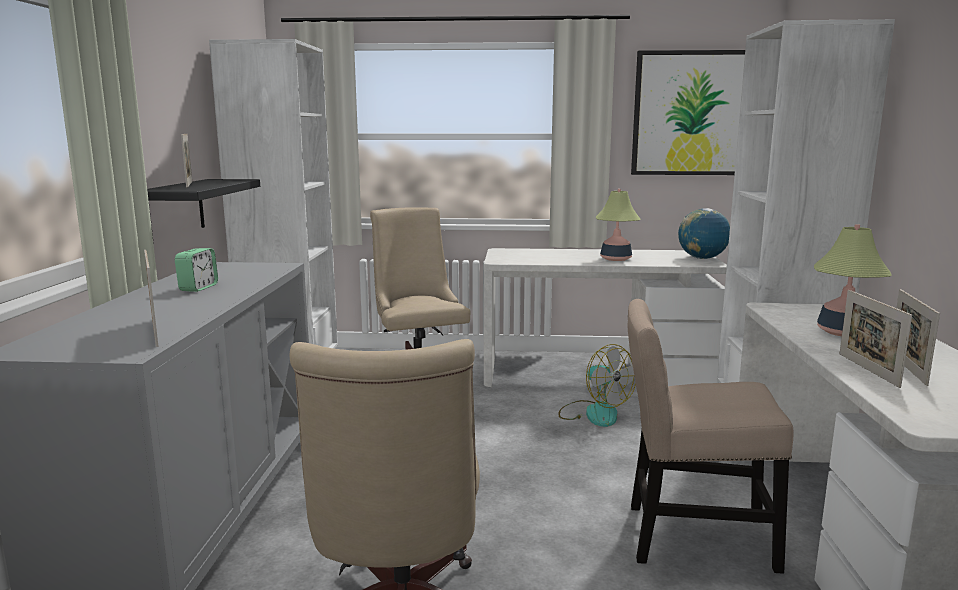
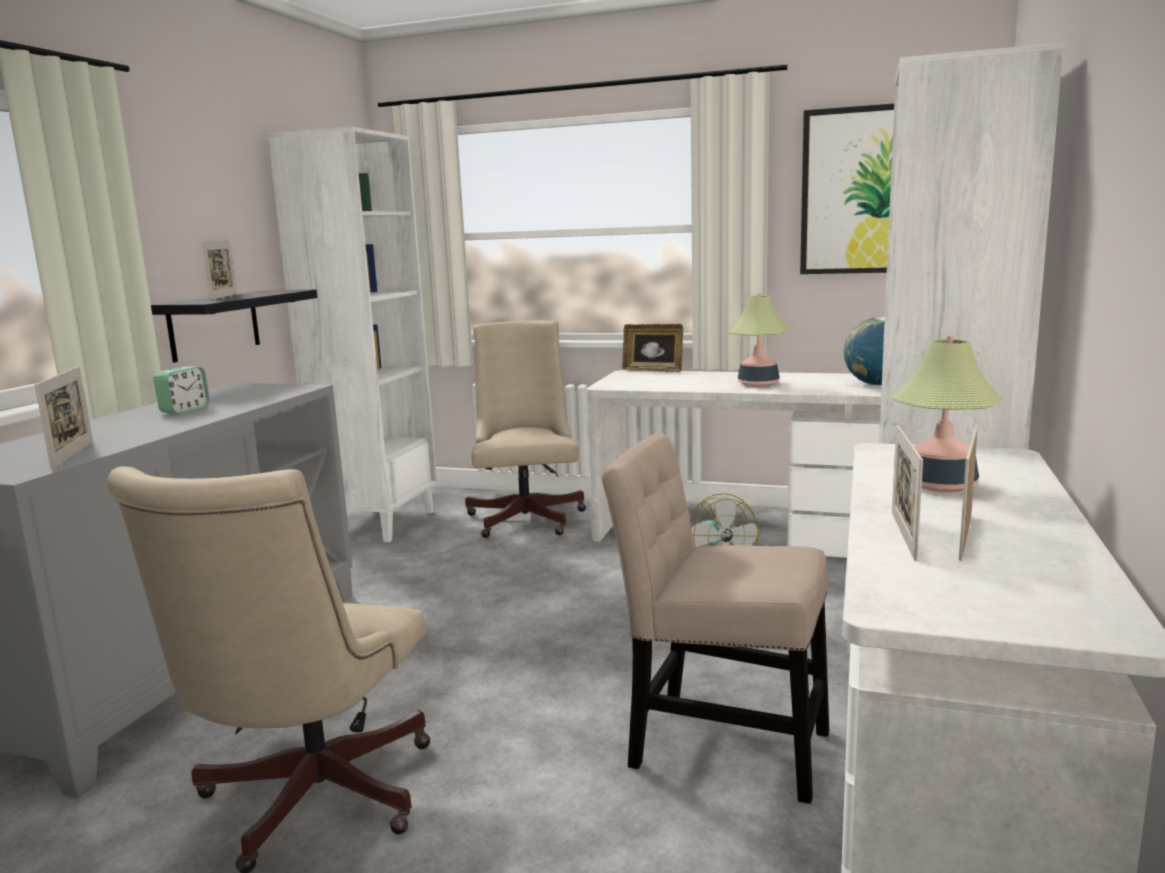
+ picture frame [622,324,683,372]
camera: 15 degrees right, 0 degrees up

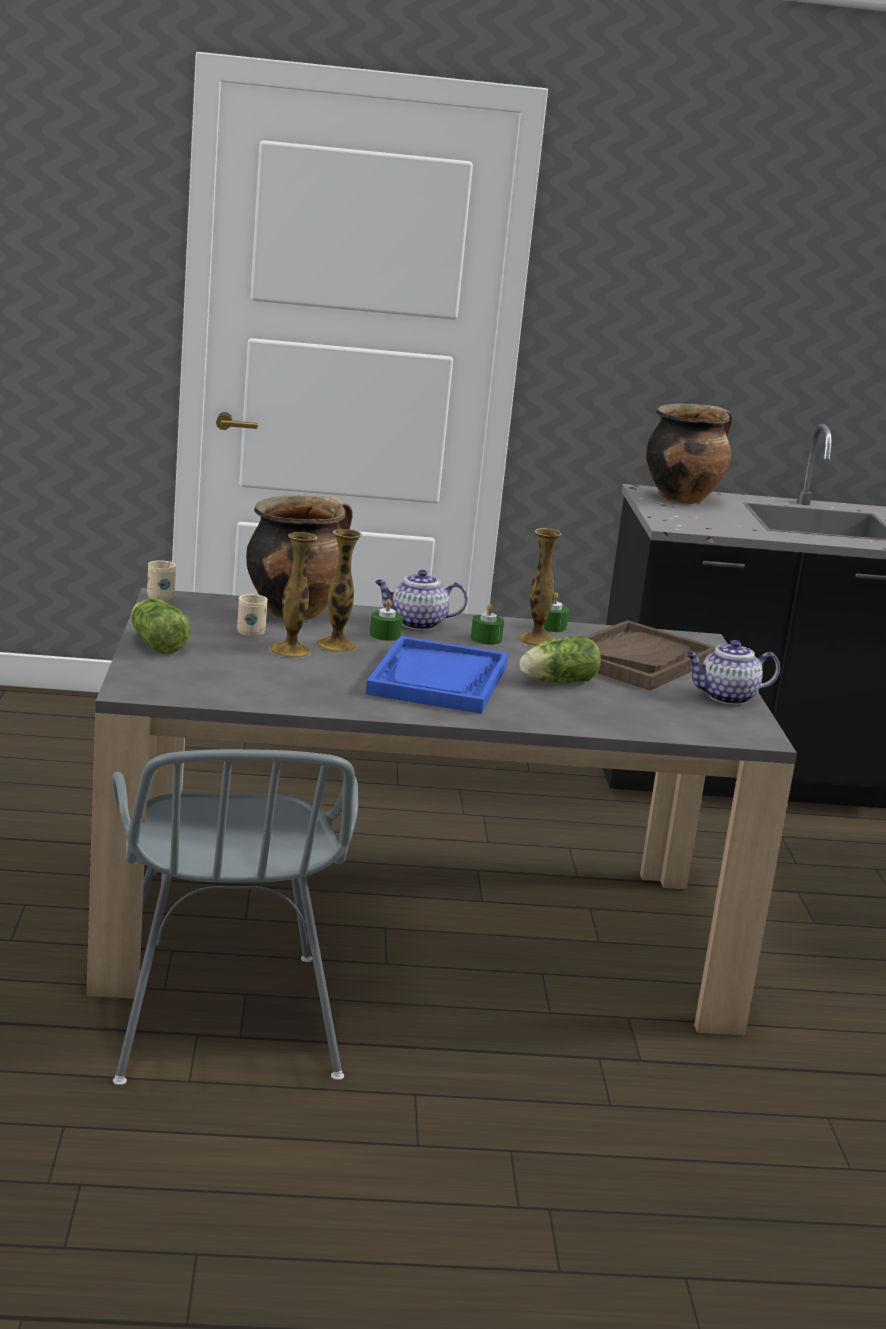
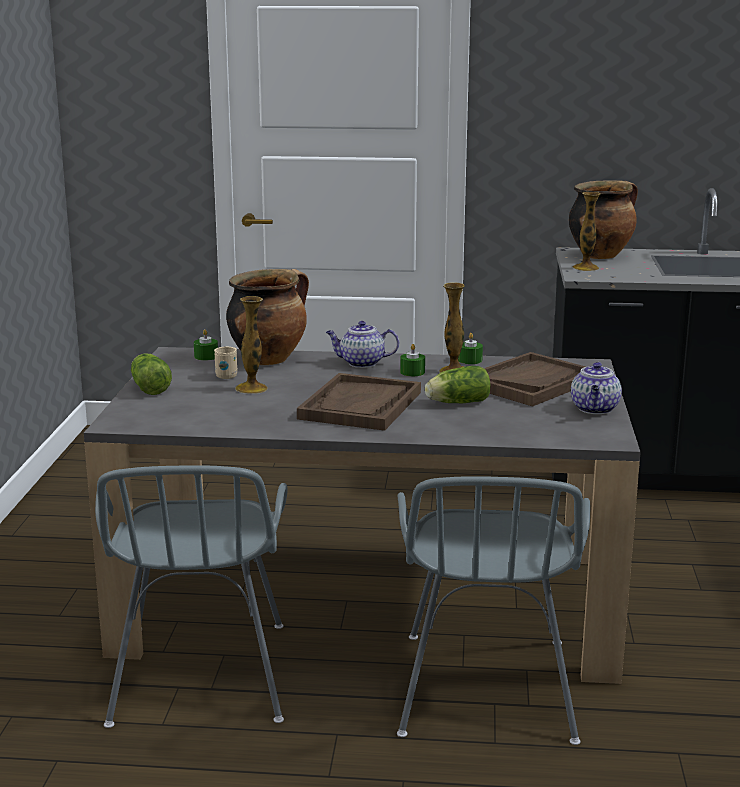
- beige coffee mug [147,560,176,601]
~ flower vase [316,529,362,653] to [573,192,601,271]
~ blue carrying tray [366,636,508,714] to brownish carrying tray [297,373,421,431]
~ green-coloured wax candle [370,599,403,641] to [194,329,218,361]
~ pot for tea [686,640,780,705] = [571,362,622,414] 75 degrees counterclockwise
+ gray chair [397,476,590,745]
camera: 10 degrees right, 0 degrees up

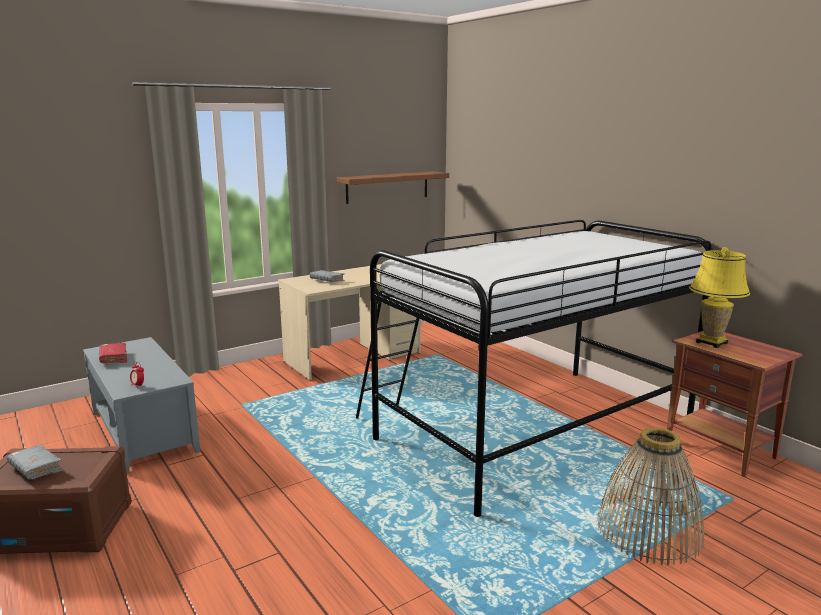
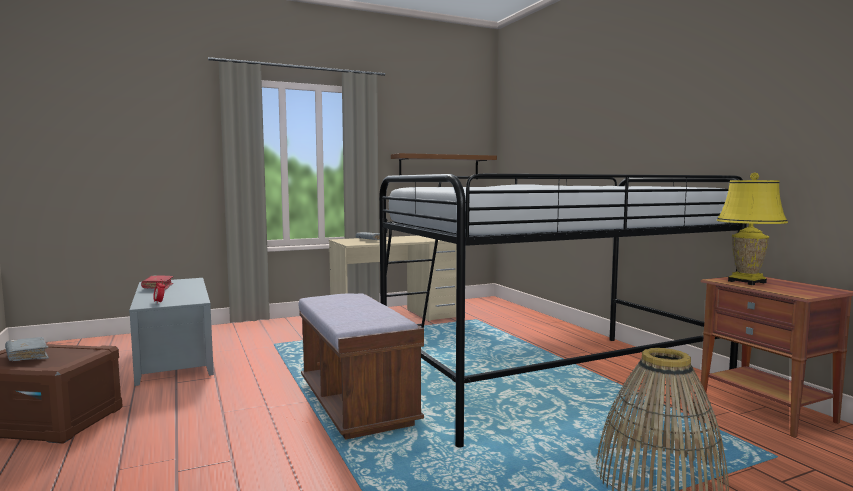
+ brownish bench [299,294,424,440]
camera: 10 degrees right, 10 degrees down

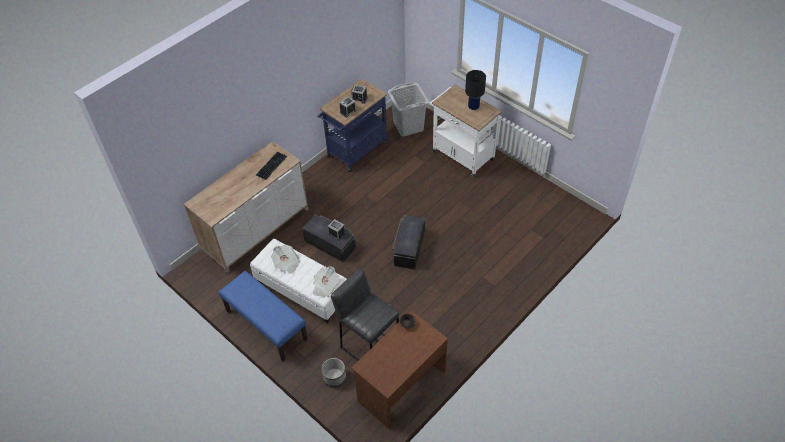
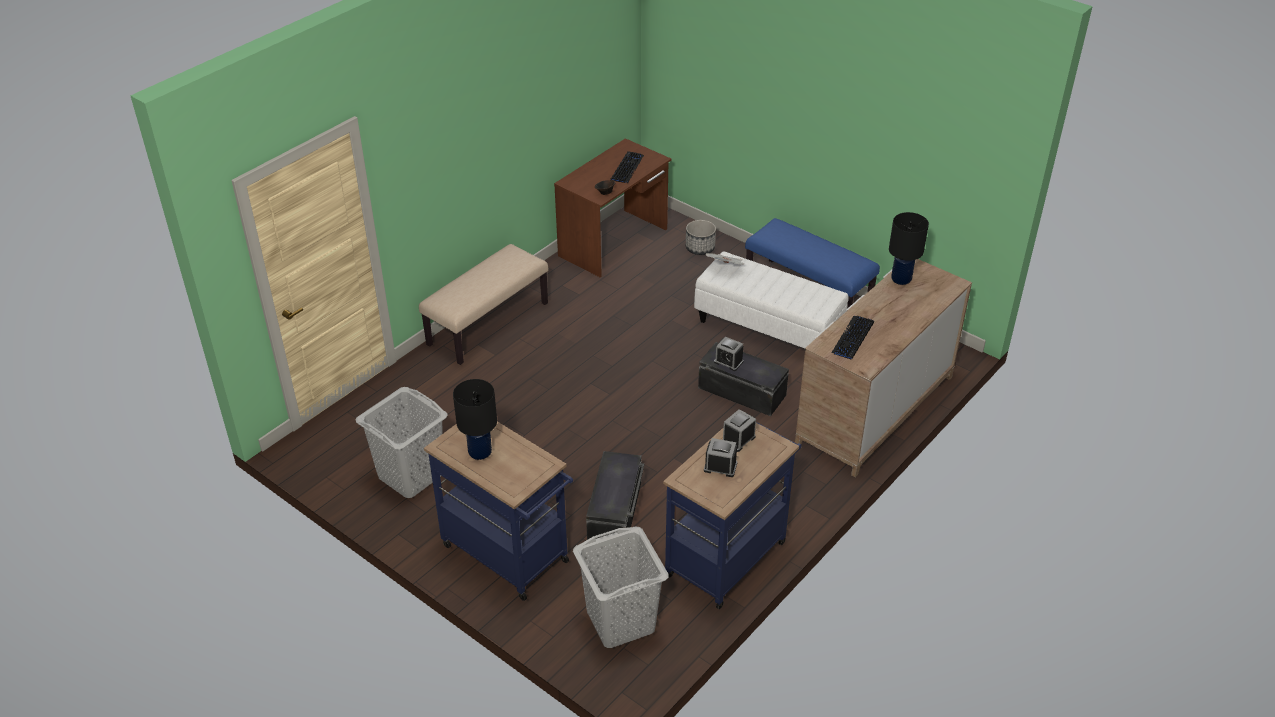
- printed paper [271,245,300,274]
- gray stool seat [331,268,399,361]
~ black storage box [392,215,425,270] to [586,451,644,540]
~ white cart [429,85,502,177] to blue cart [424,421,573,601]
+ gray washing basket [356,387,448,498]
+ beige bench [419,244,548,365]
+ computer keyboard [610,151,644,183]
+ black table lamp [889,212,929,285]
camera: 175 degrees right, 10 degrees down

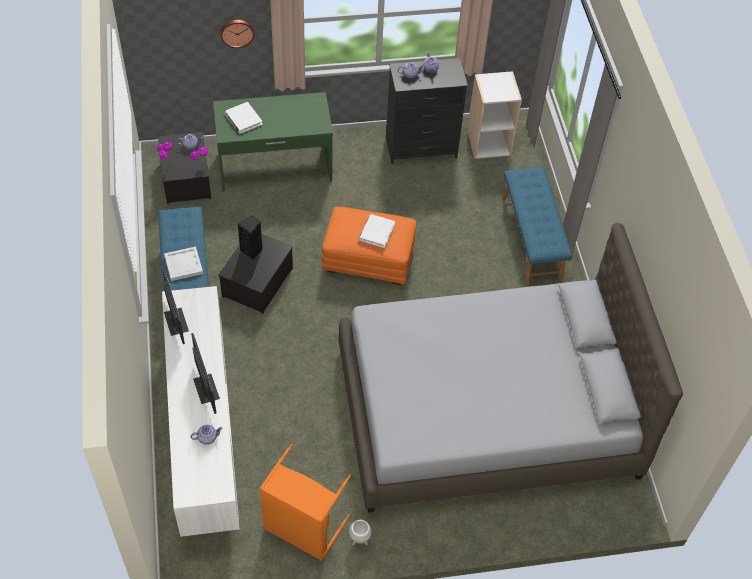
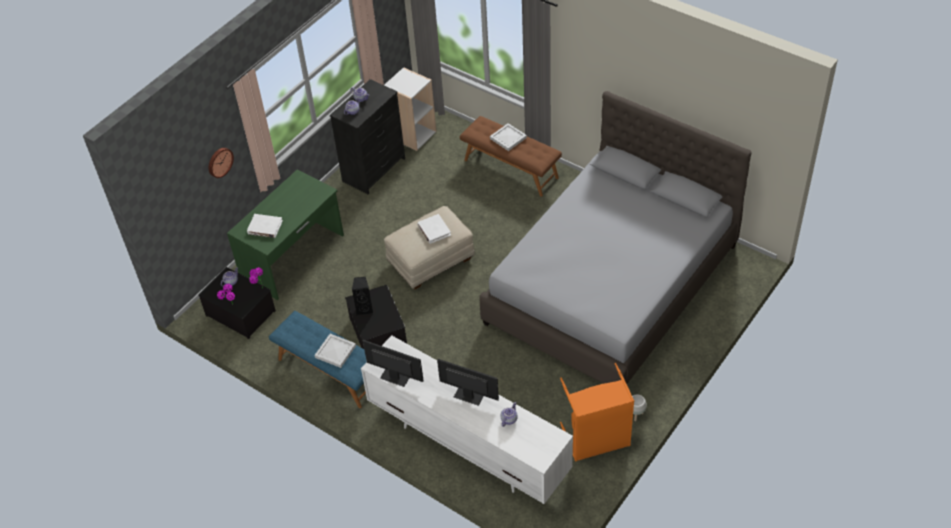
~ orange-coloured pouffe [322,206,416,285] to beige pouffe [384,206,475,289]
~ blue bench [502,167,572,284] to brownish bench [460,116,562,197]
+ white carrying tray [490,123,527,151]
camera: 40 degrees left, 5 degrees down

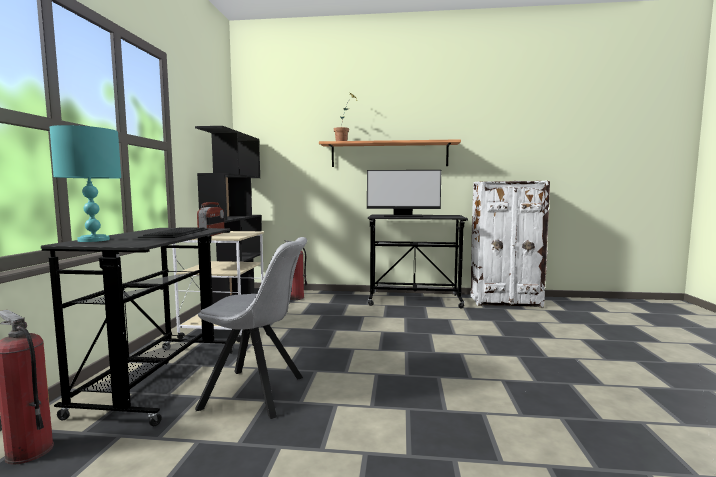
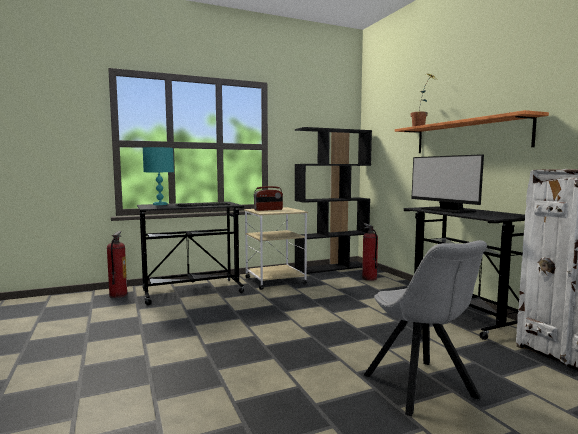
~ gray chair [195,237,307,419] to [363,240,487,416]
camera: 60 degrees right, 0 degrees up

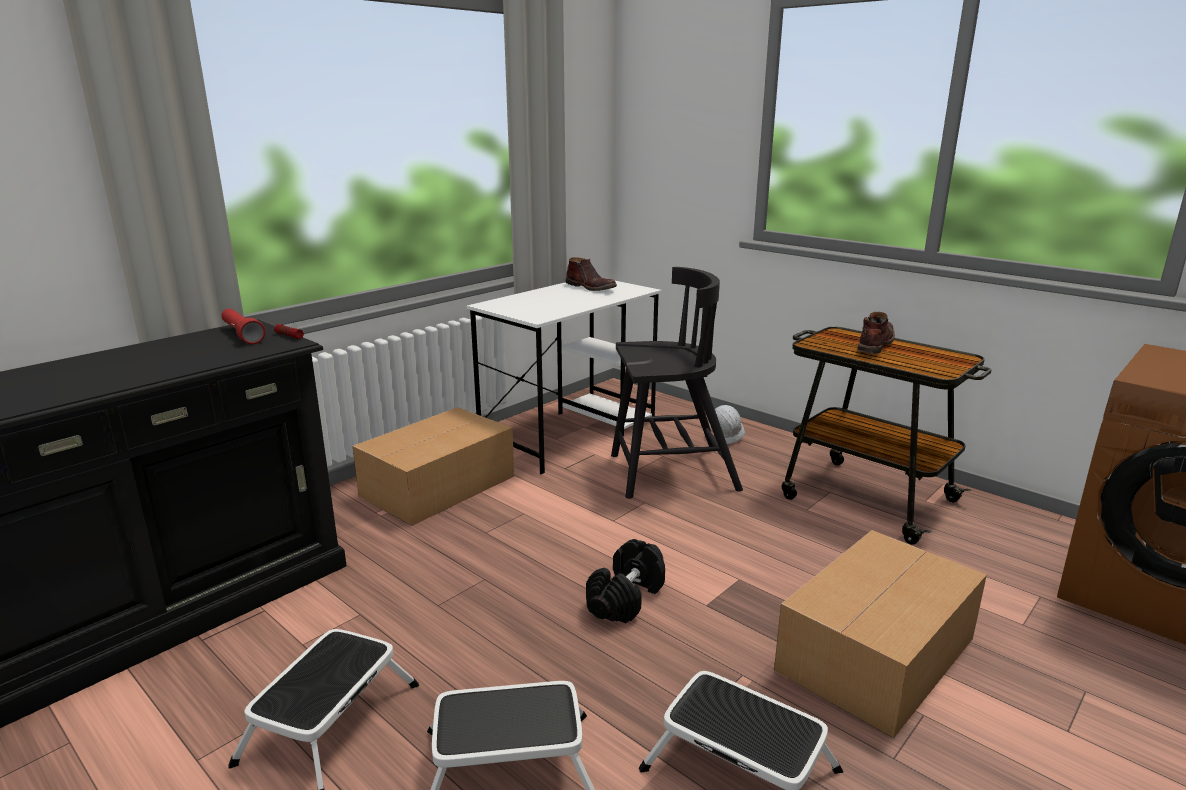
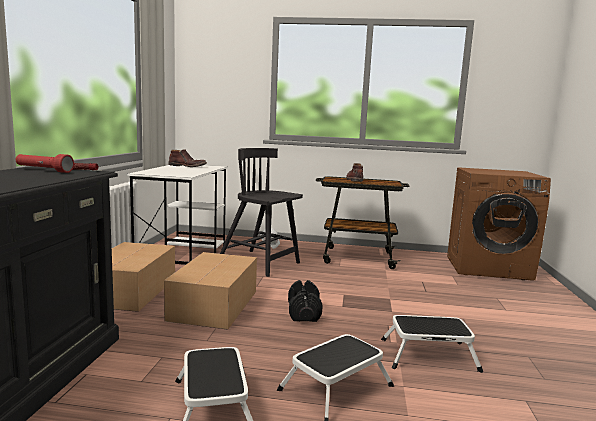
~ black chair [611,267,743,499] = [220,148,303,277] 105 degrees counterclockwise
~ carton [774,530,987,738] to [164,252,257,330]
camera: 35 degrees left, 10 degrees down

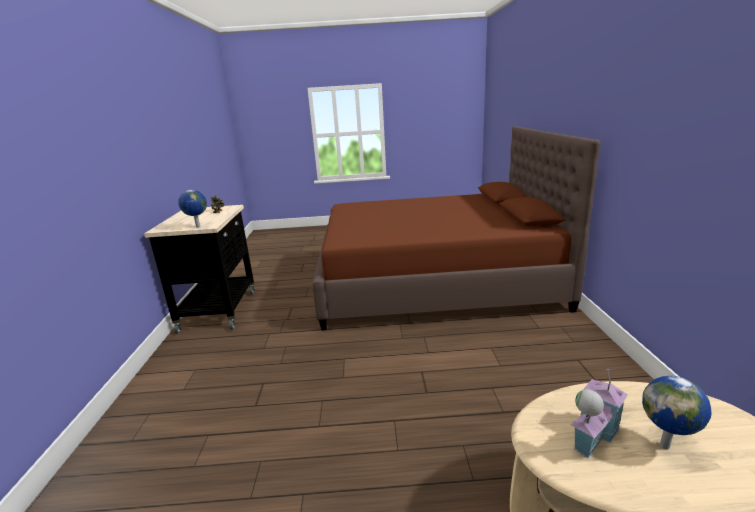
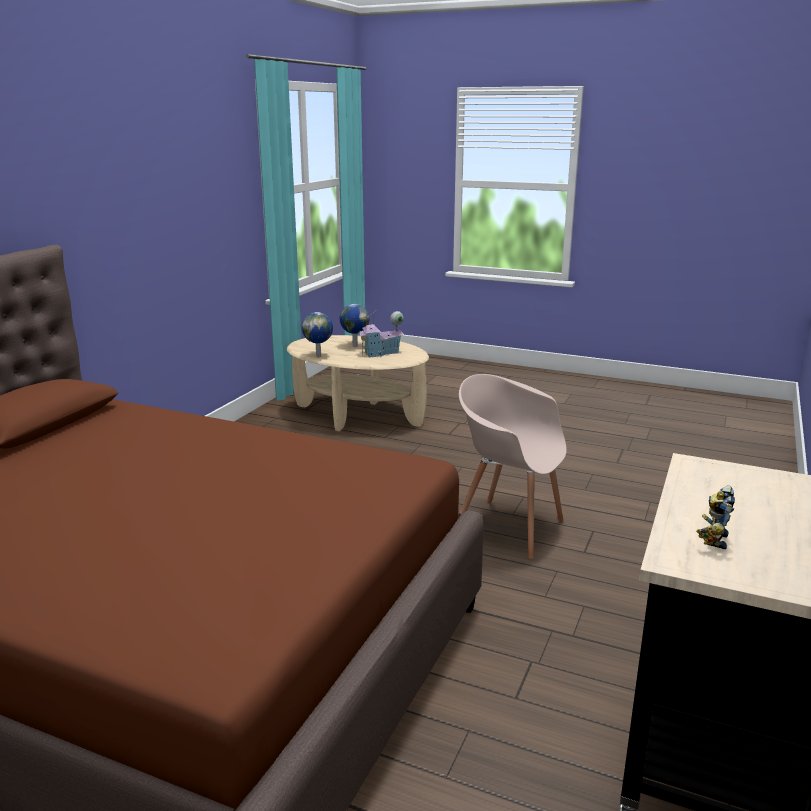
~ globe [178,190,207,228] to [302,312,333,357]
+ beige chair [459,374,567,559]
camera: 155 degrees left, 0 degrees up

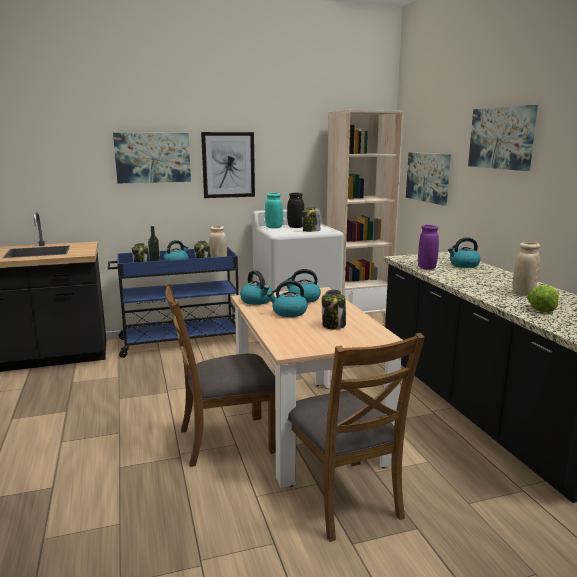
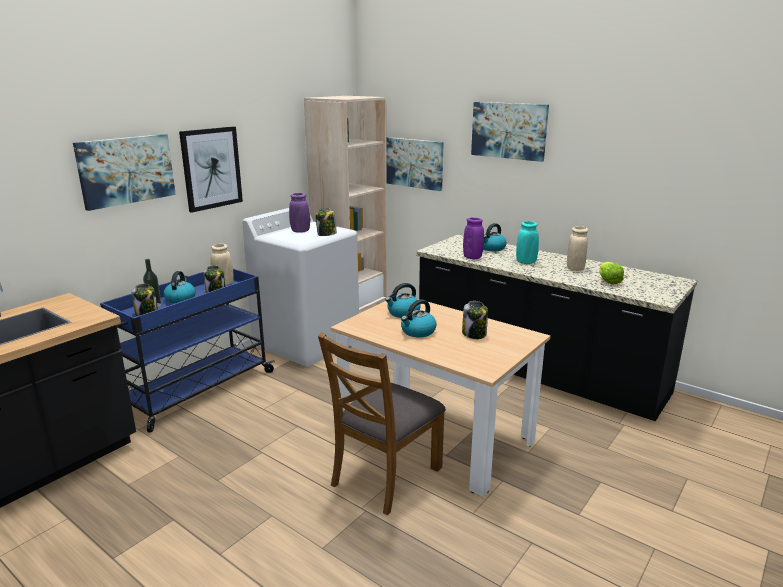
- kettle [240,270,272,305]
~ turquoise-coloured flower vase [265,193,283,228] to [516,221,539,264]
~ black flower vase [287,193,305,228] to purplish flower vase [289,193,310,233]
- brownish chair [288,333,425,542]
camera: 35 degrees left, 5 degrees up

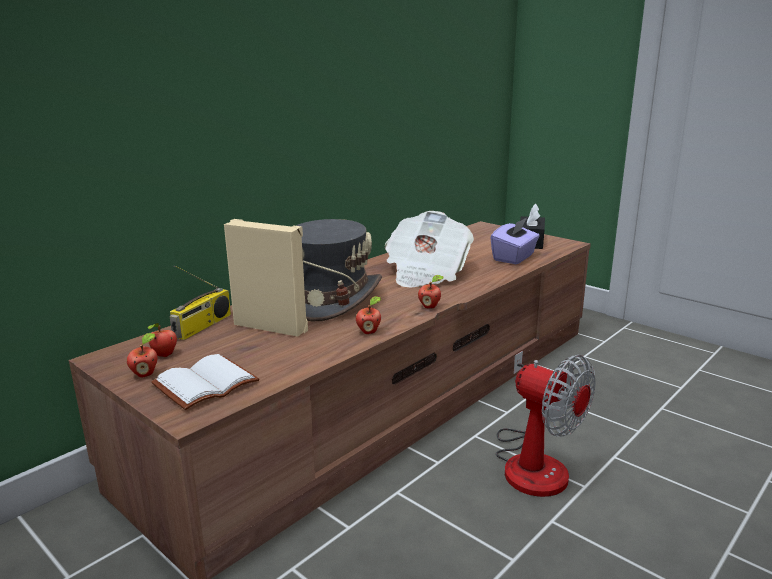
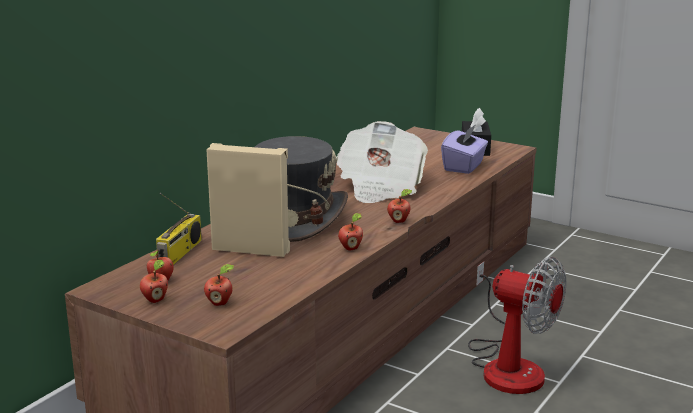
~ white book [151,354,259,410] to apple fruit [204,264,234,306]
camera: 10 degrees left, 0 degrees up

